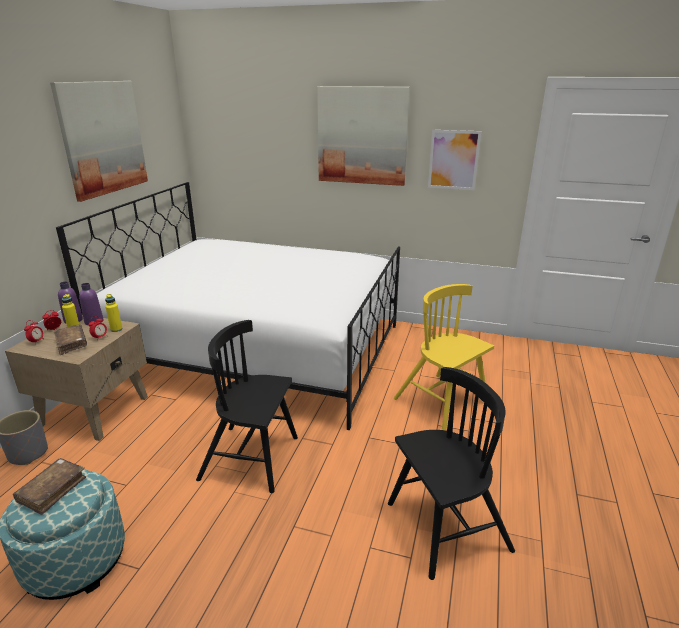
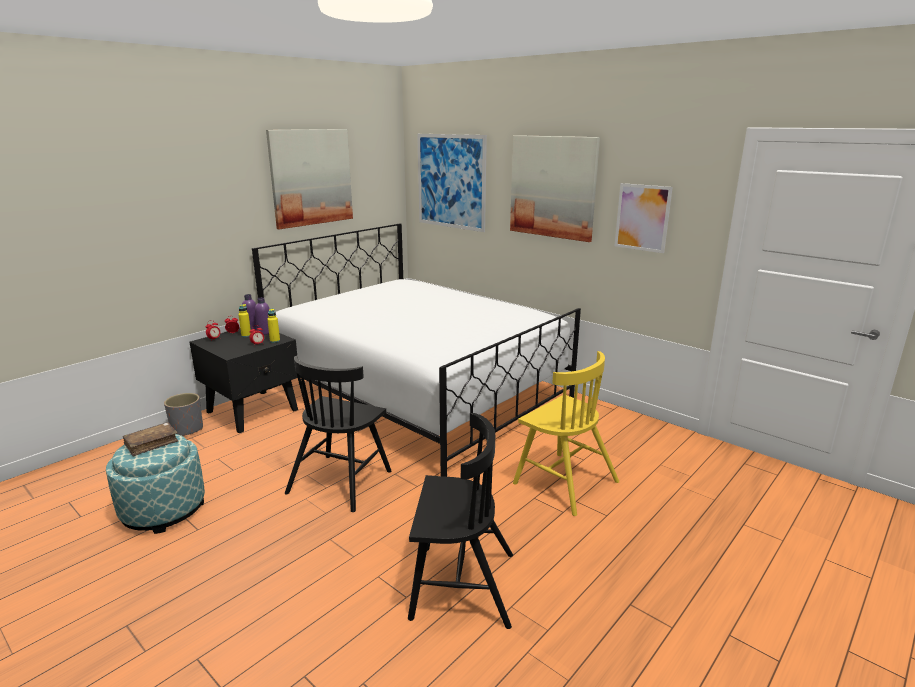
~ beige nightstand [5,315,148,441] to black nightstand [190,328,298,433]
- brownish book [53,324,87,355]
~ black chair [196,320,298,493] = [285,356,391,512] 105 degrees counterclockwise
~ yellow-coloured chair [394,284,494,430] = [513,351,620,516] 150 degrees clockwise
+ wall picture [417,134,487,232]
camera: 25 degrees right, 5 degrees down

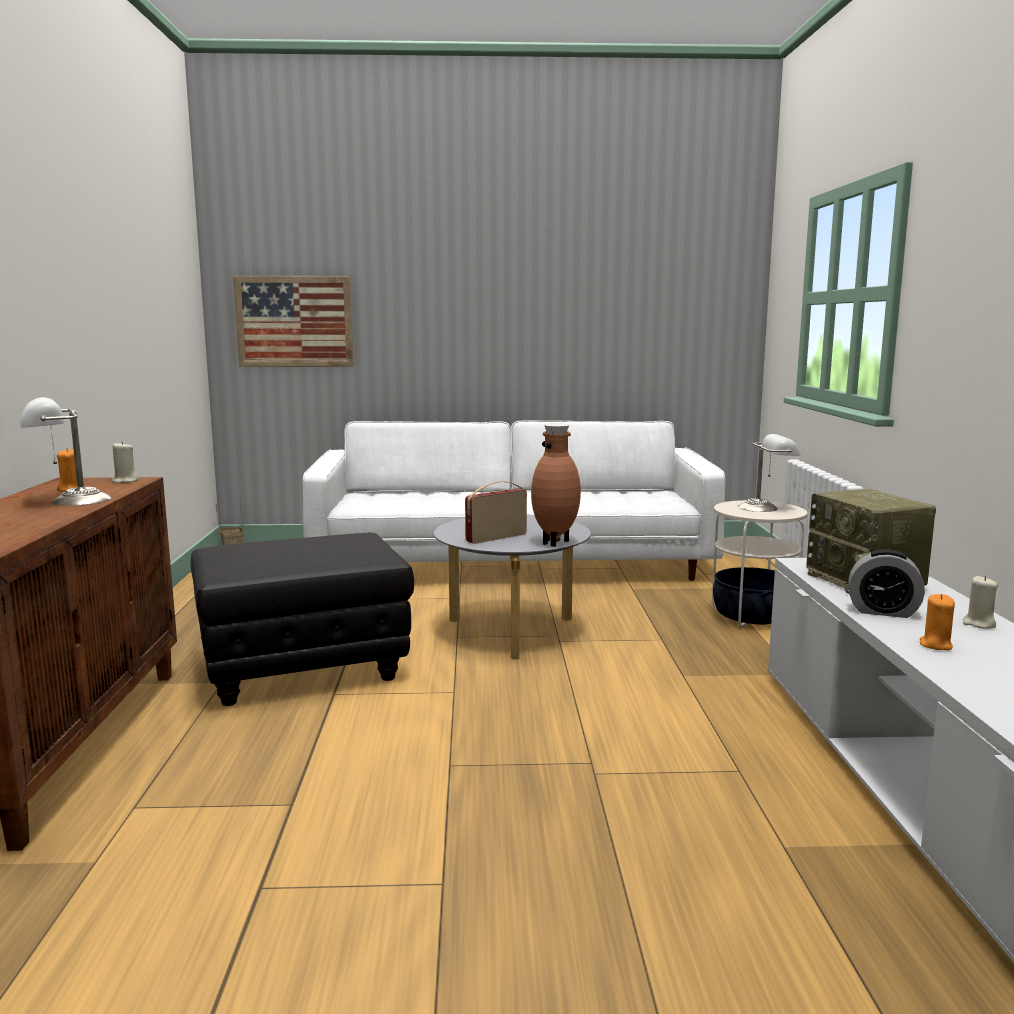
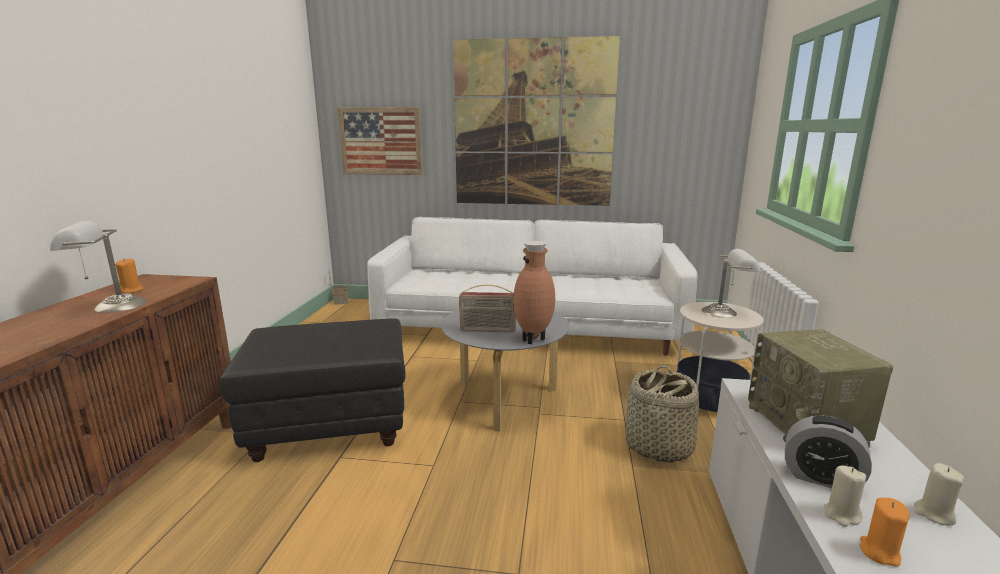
~ beige wax candle [112,441,139,484] to [824,465,866,527]
~ radio set [465,481,527,544] = [459,284,516,332] 150 degrees counterclockwise
+ wall picture [453,36,620,206]
+ storage basket [625,366,699,462]
camera: 10 degrees right, 5 degrees up

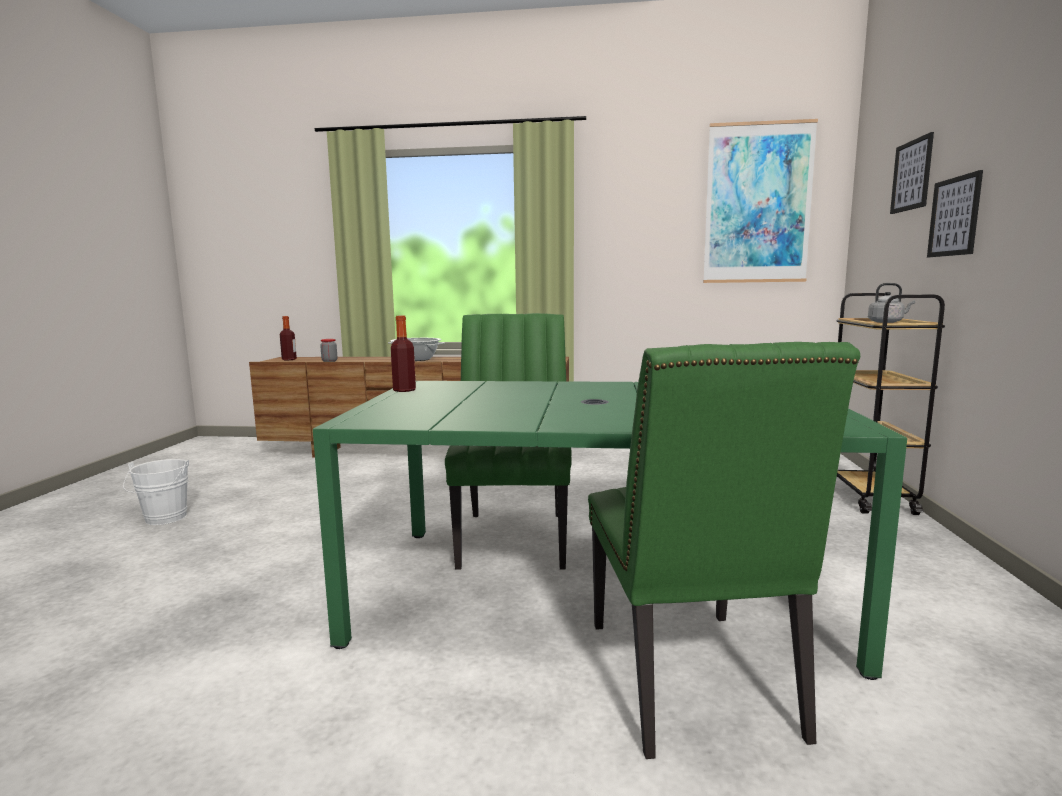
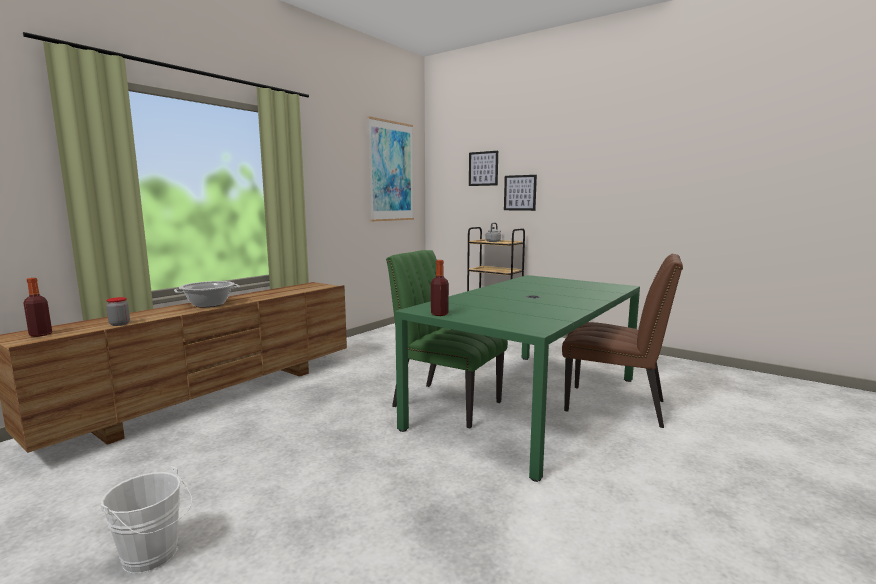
~ green-coloured chair [588,342,860,759] to brownish chair [562,254,683,428]
camera: 60 degrees left, 0 degrees up

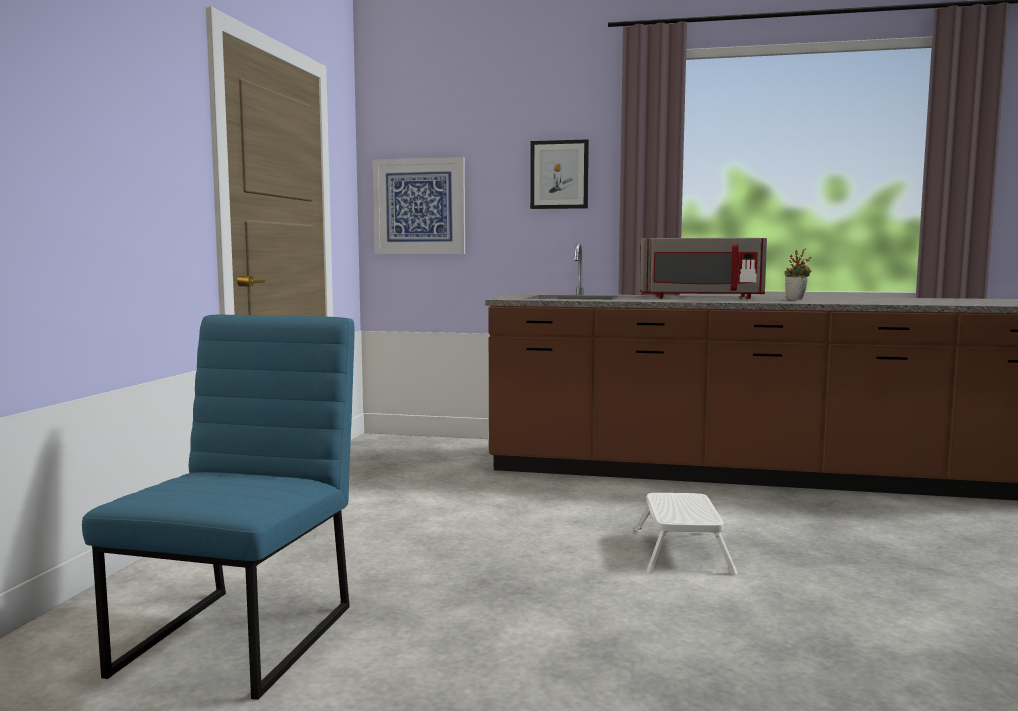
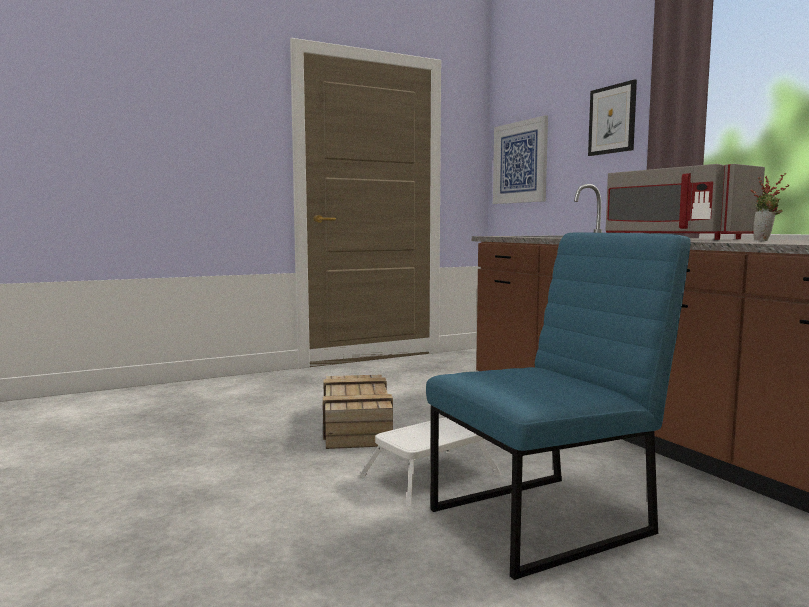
~ blue chair [82,315,354,700] to [426,233,691,580]
+ shipping crate [323,375,393,449]
camera: 50 degrees right, 0 degrees up

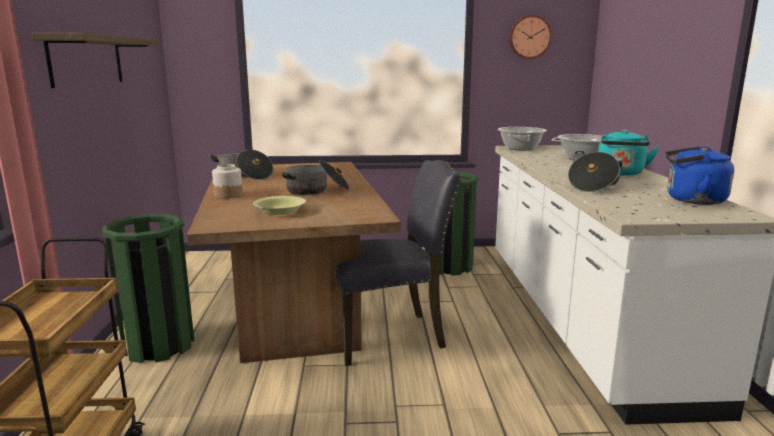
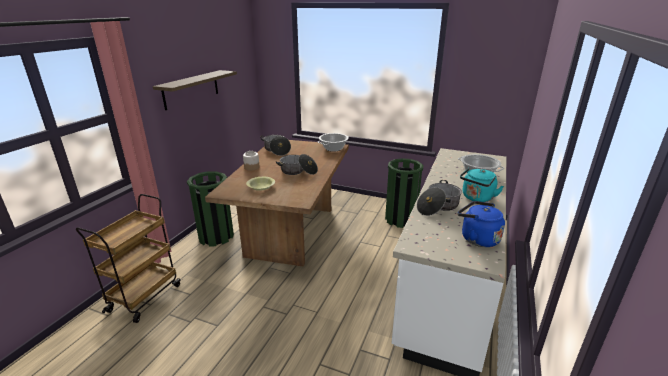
- gray chair [336,160,463,366]
~ cooking pot [498,127,547,150] to [318,133,349,152]
- clock on the wall [509,15,552,59]
camera: 25 degrees right, 10 degrees up

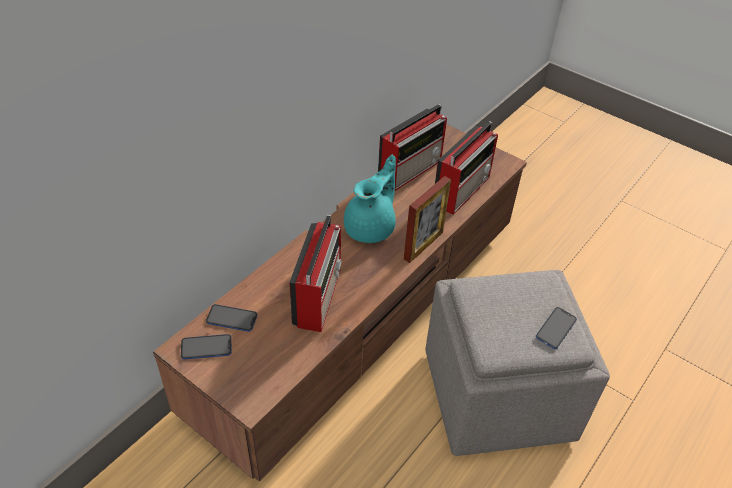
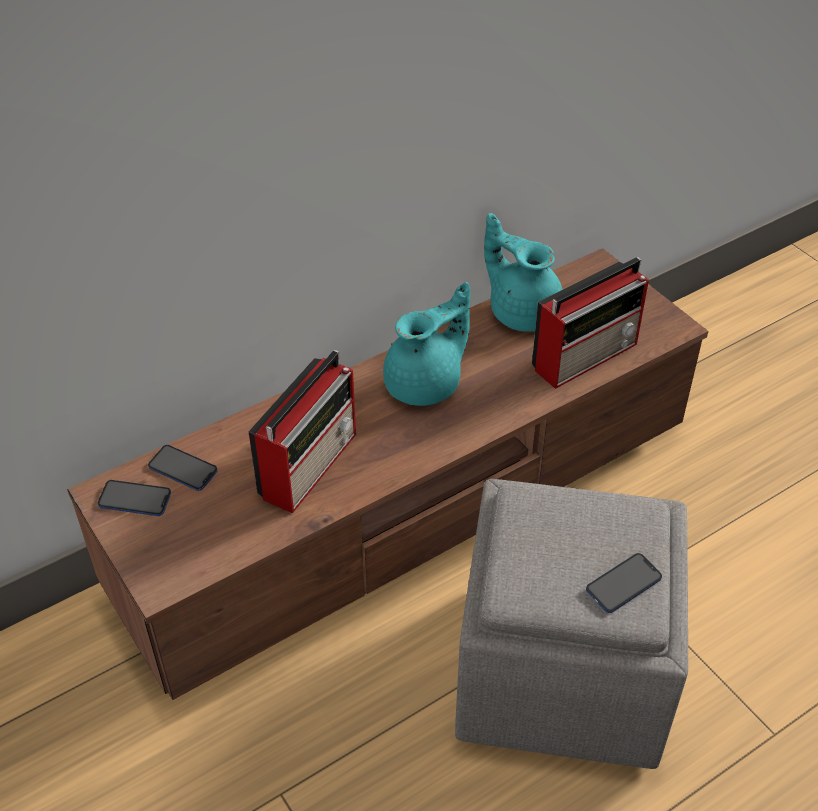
~ radio set [378,104,447,191] to turquoise-coloured pot for tea [484,213,562,332]
- picture frame [404,176,451,263]
camera: 20 degrees right, 0 degrees up

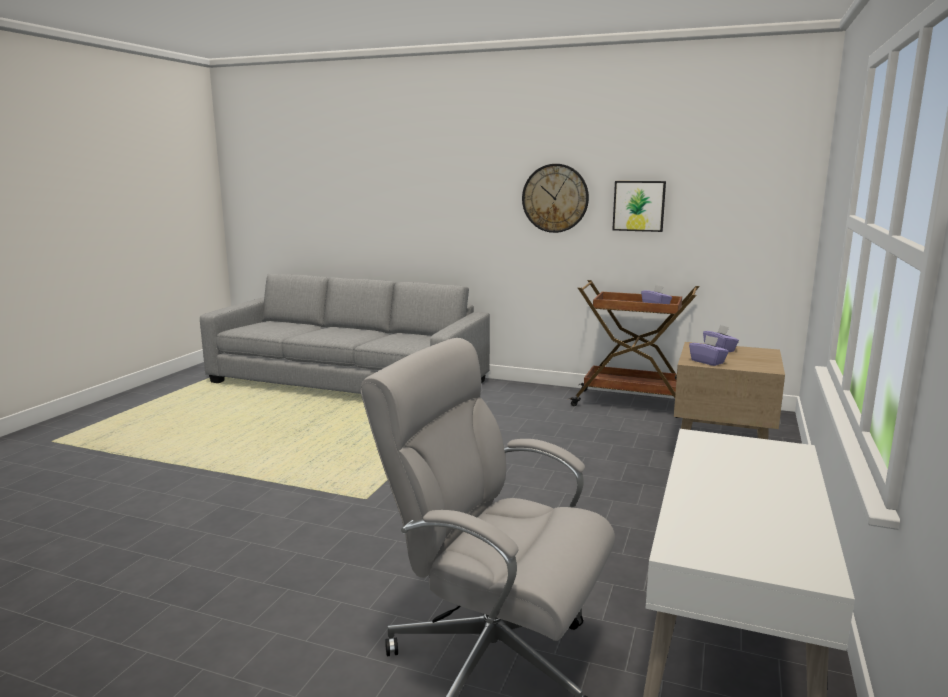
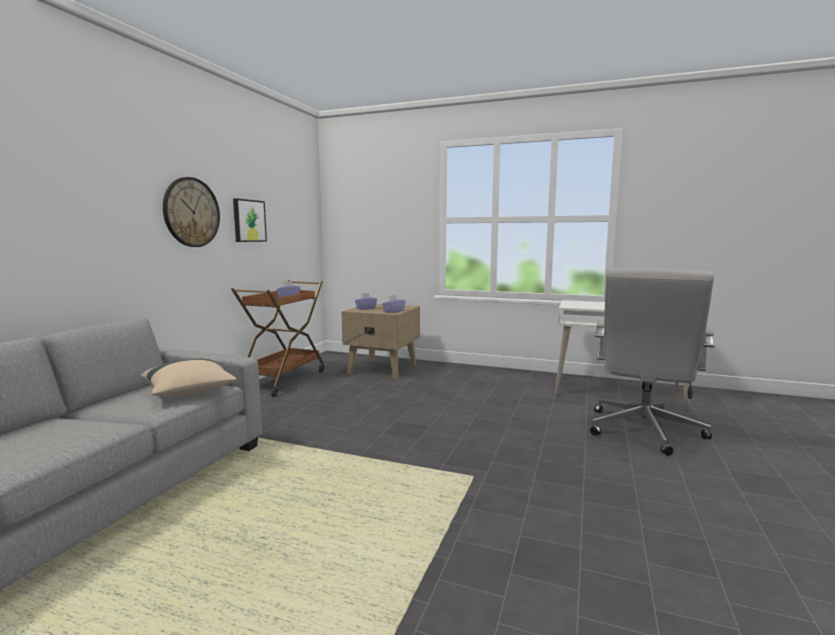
+ beige throw pillow [140,358,237,396]
camera: 90 degrees left, 5 degrees down

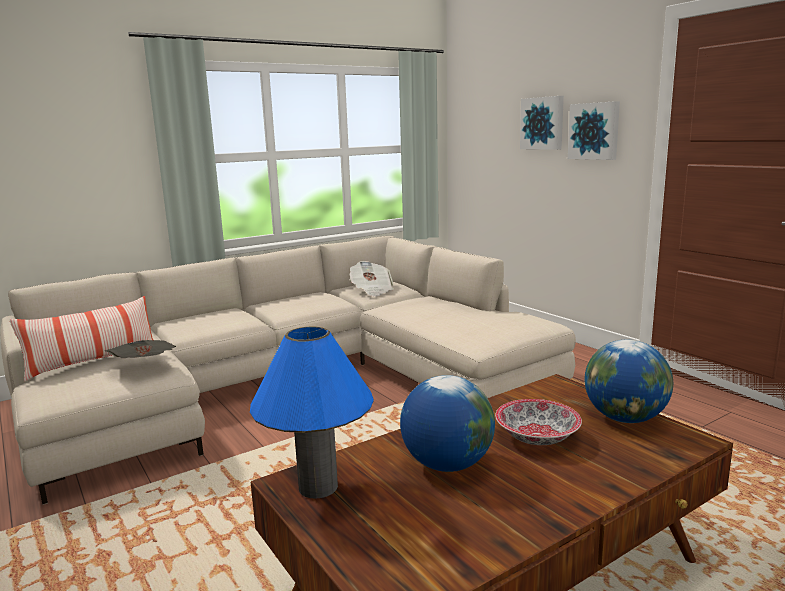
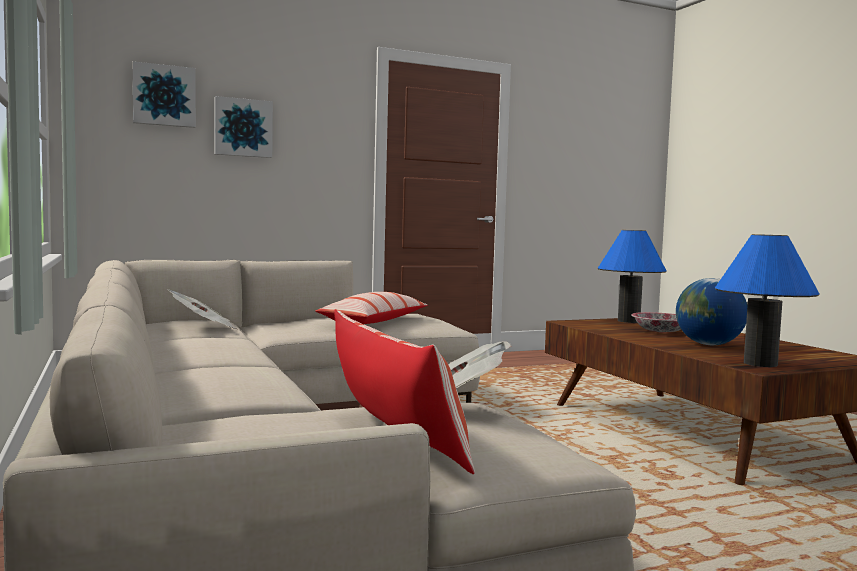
~ wall picture [568,101,620,160] to [133,61,196,128]
~ globe [585,340,673,423] to blue table lamp [598,230,666,323]
+ throw pillow [315,292,427,324]
camera: 80 degrees left, 10 degrees down

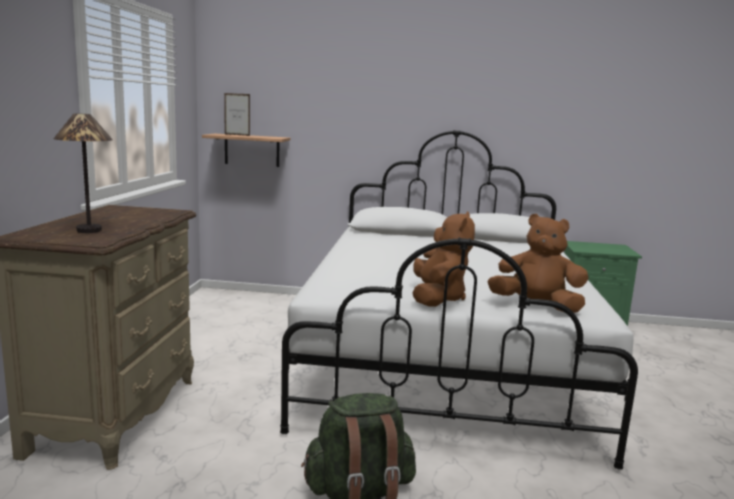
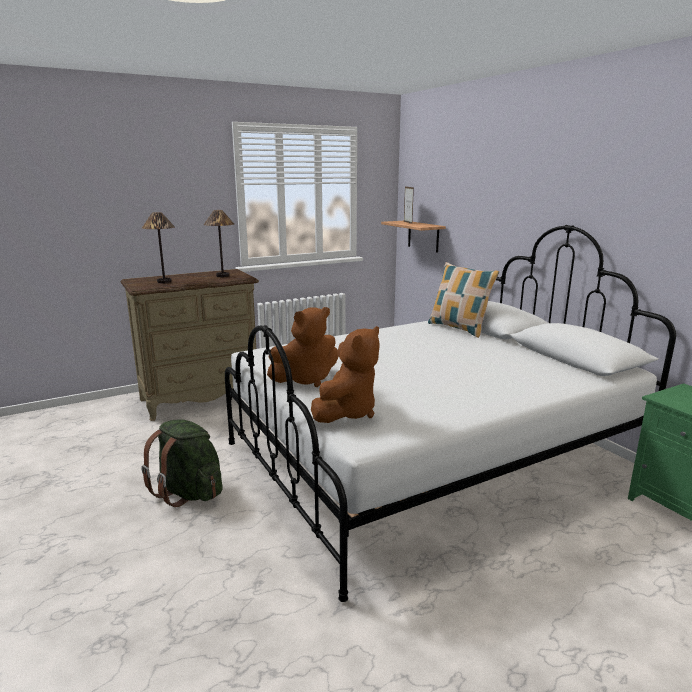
~ brownish cuddly toy [487,214,589,313] = [311,326,380,423] 45 degrees clockwise
+ table lamp [204,210,234,277]
+ throw pillow [428,262,499,338]
camera: 55 degrees right, 5 degrees up

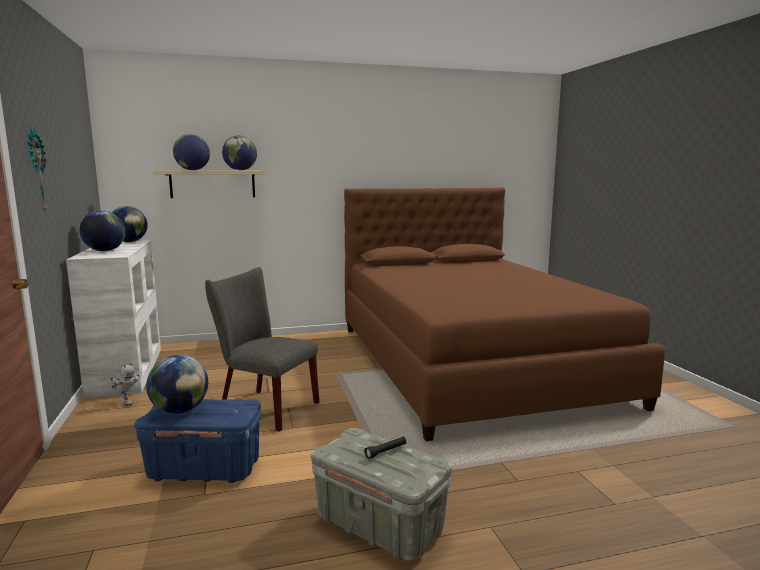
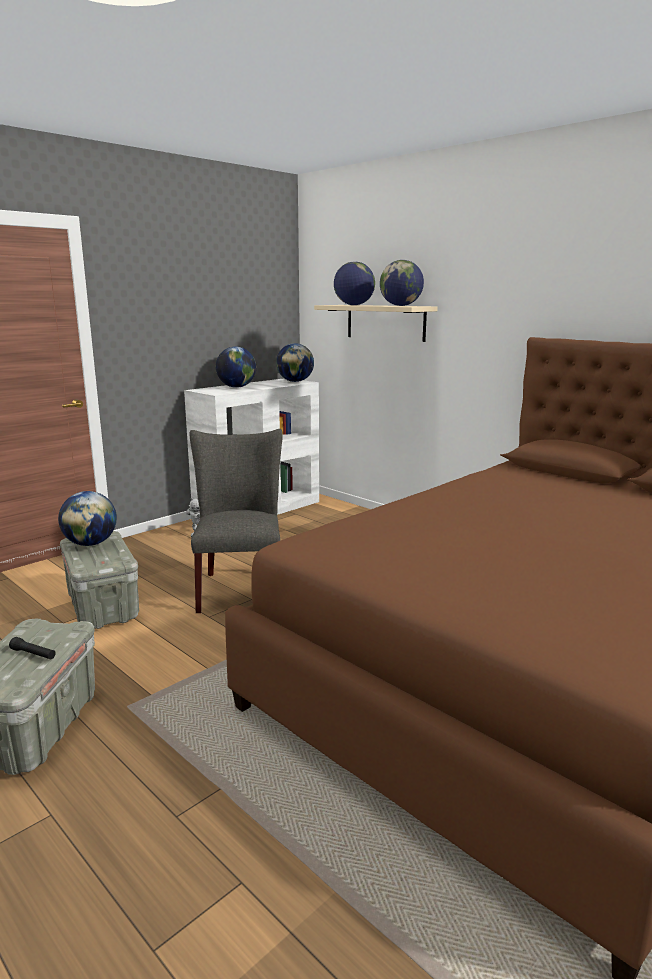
- clock on the wall [28,128,47,214]
~ blue storage box [134,399,261,483] to gray storage box [60,531,139,629]
camera: 60 degrees right, 5 degrees up

